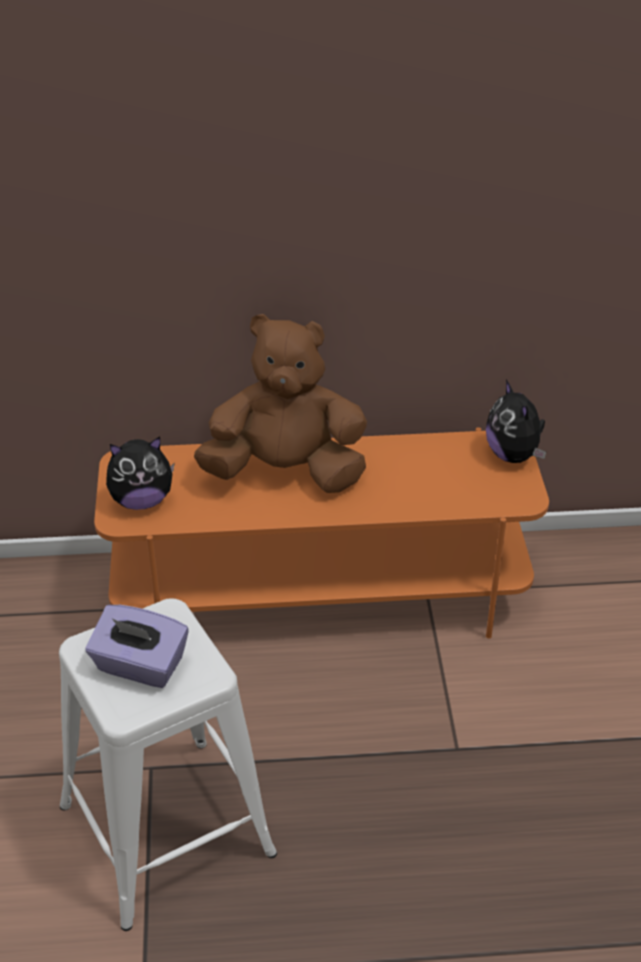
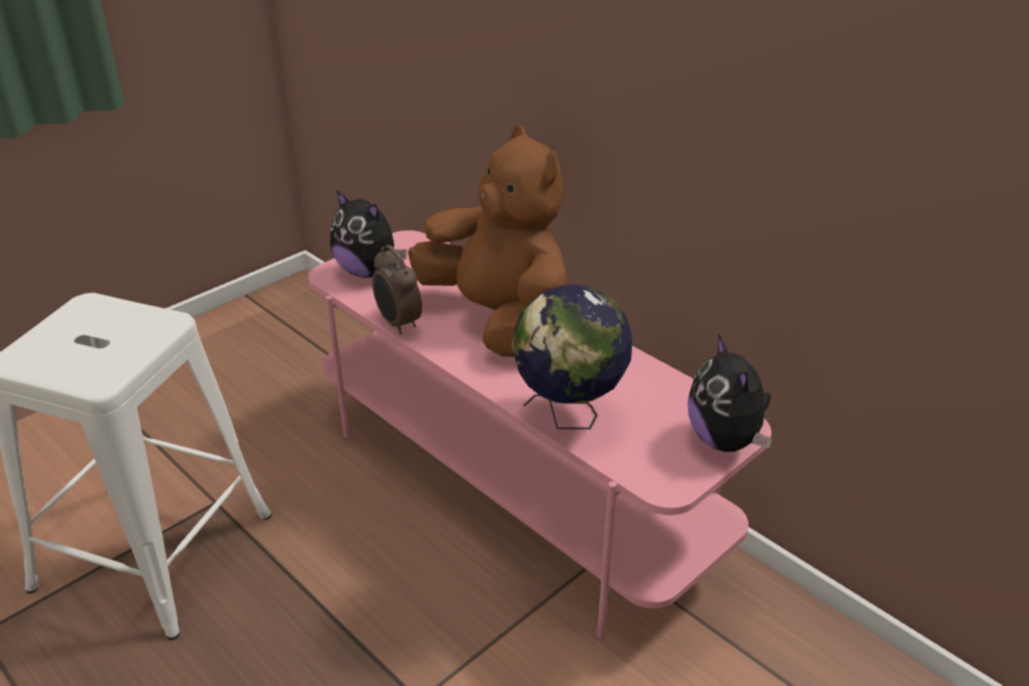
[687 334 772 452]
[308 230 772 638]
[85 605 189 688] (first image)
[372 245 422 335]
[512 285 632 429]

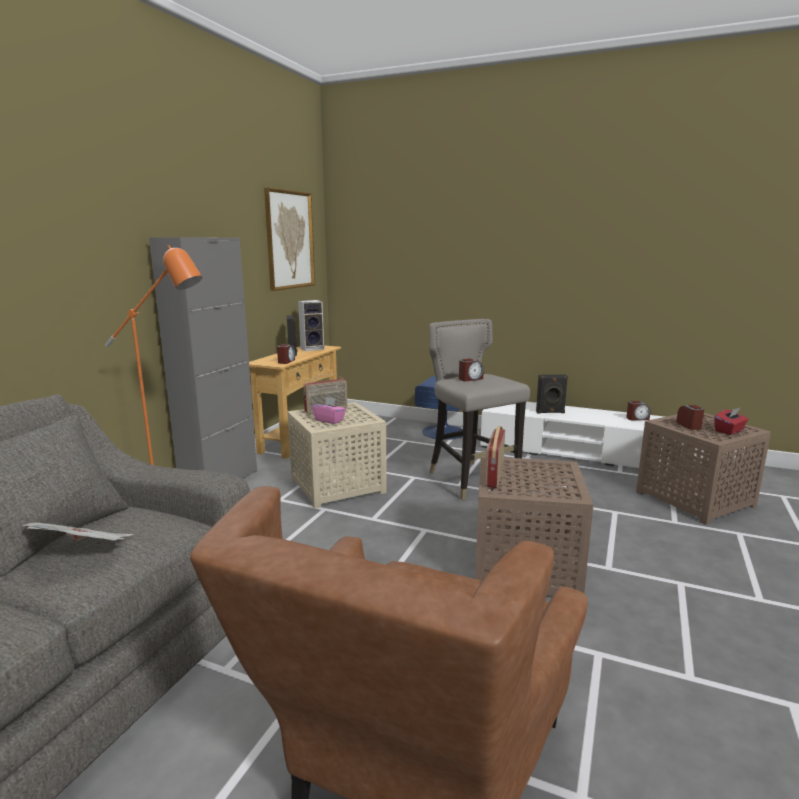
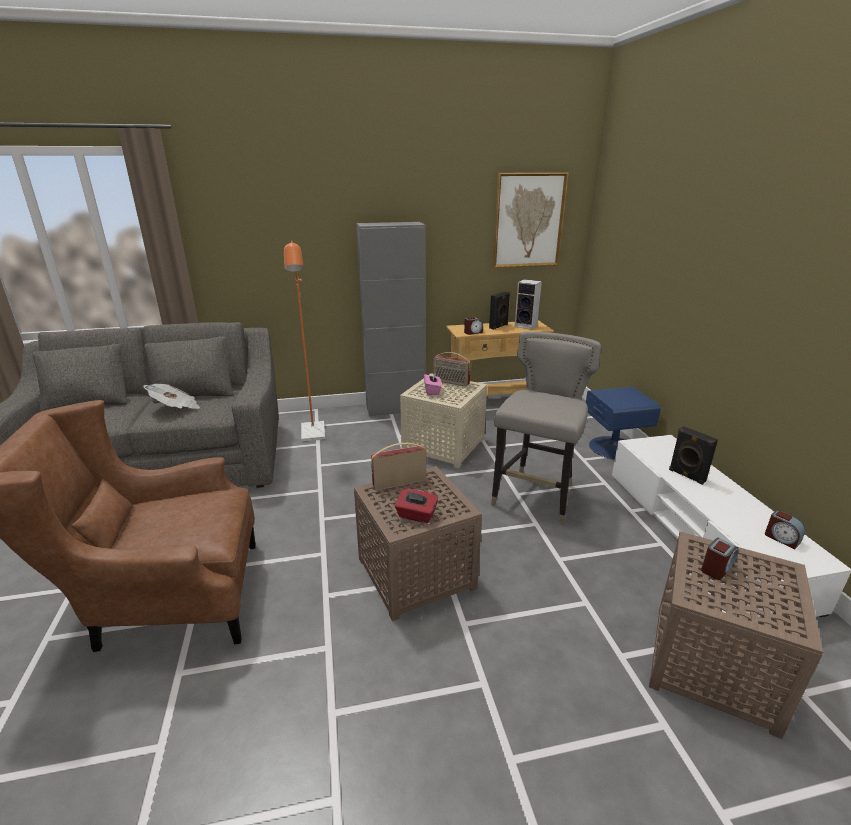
[459 358 484 381] (first image)
[395 489 438 523]

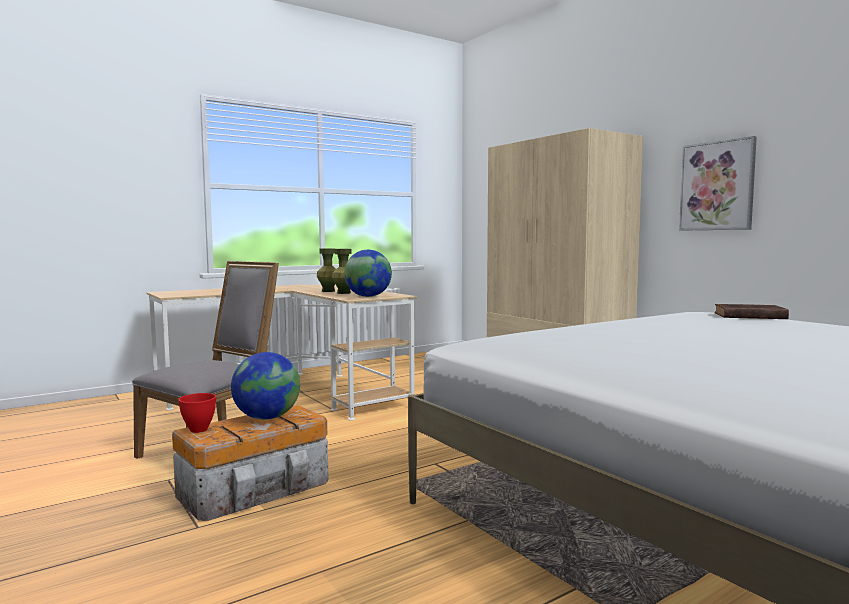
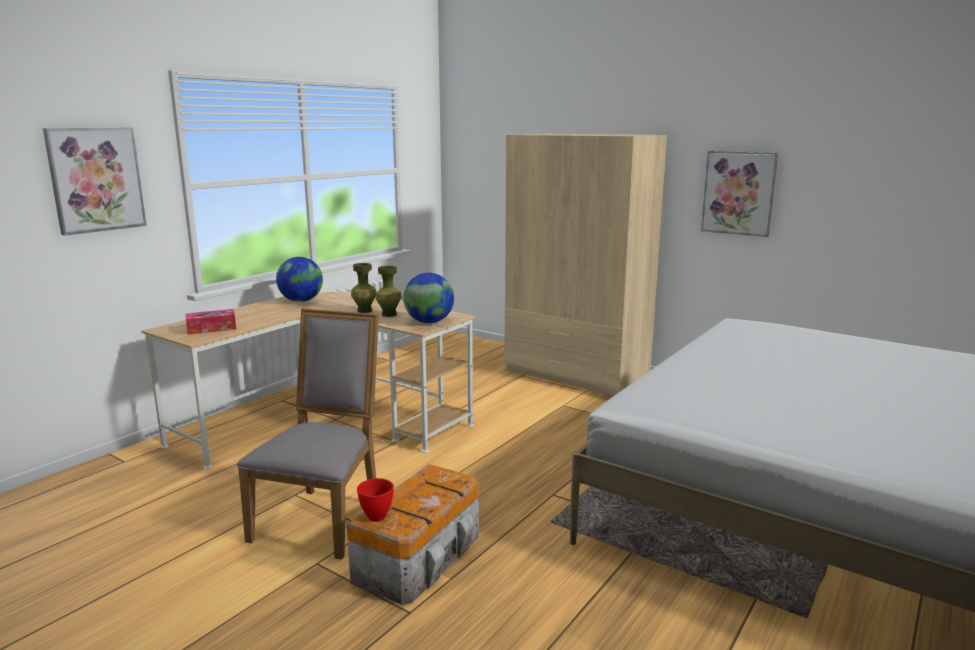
[715 304 789 319] (first image)
[276 257 323 302]
[43 128 147 236]
[186 309 236 335]

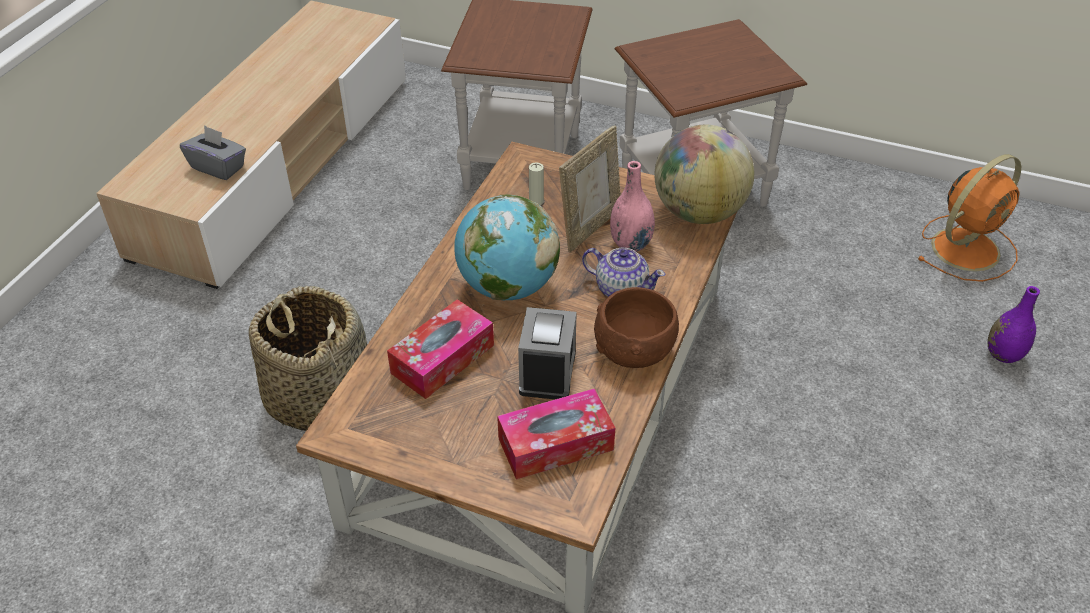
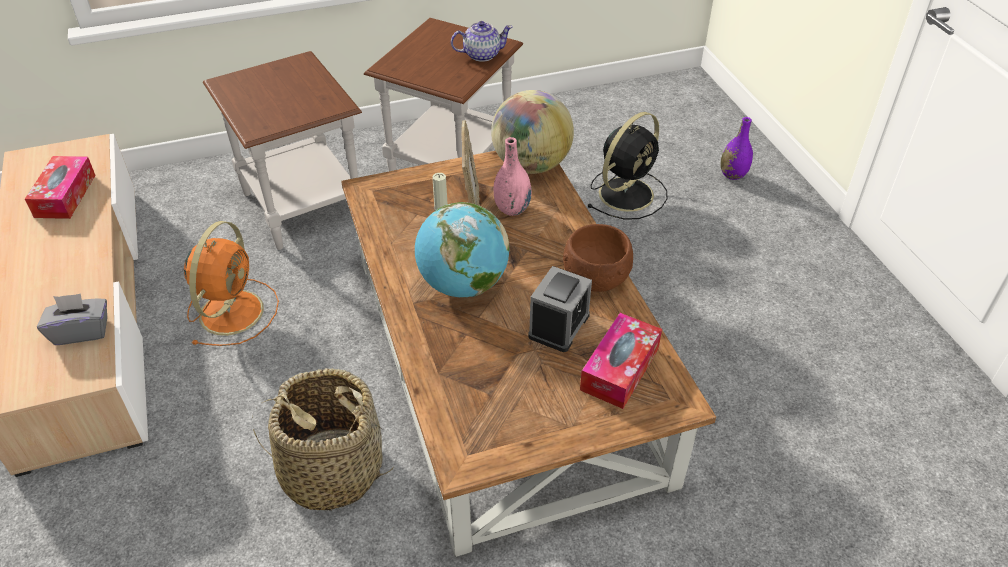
[184 221 279 346]
[451 21 513 62]
[25 156 95 219]
[528 266 592 352]
[587 112 668 220]

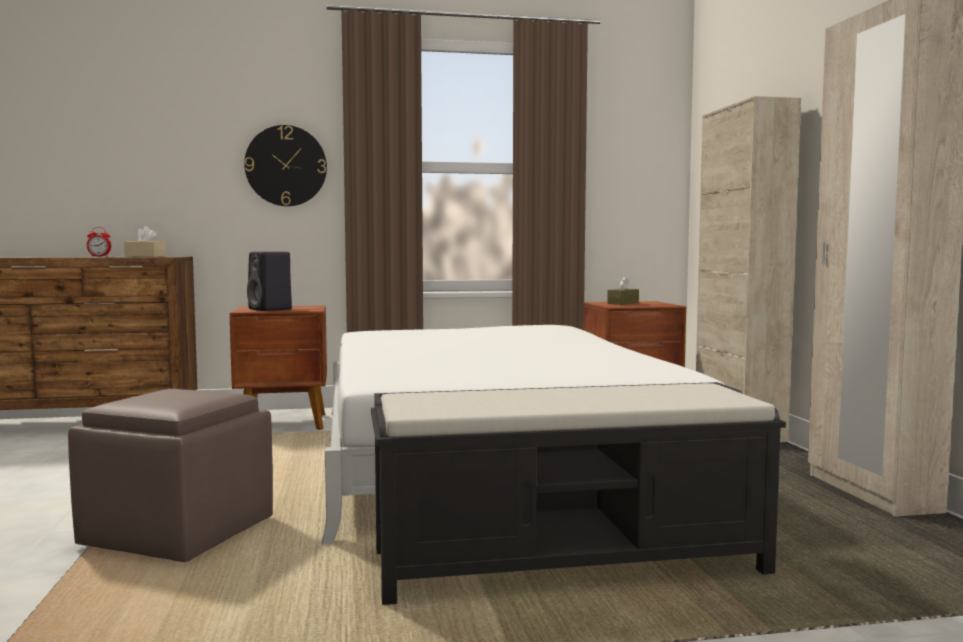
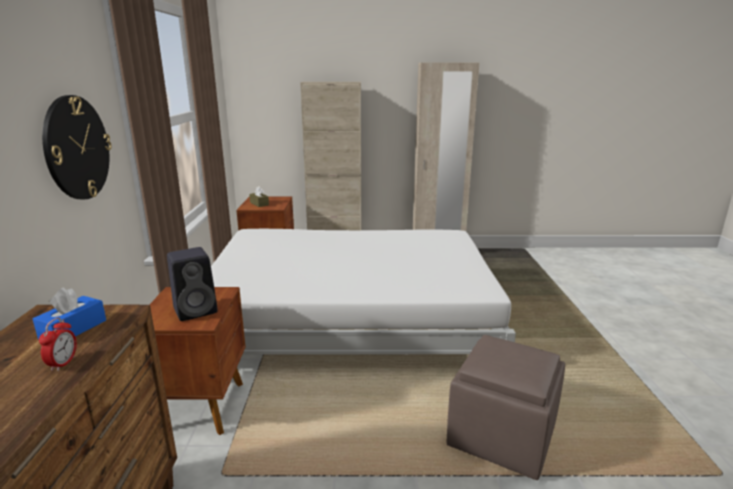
[33 287 106 339]
[371 382 786 605] (first image)

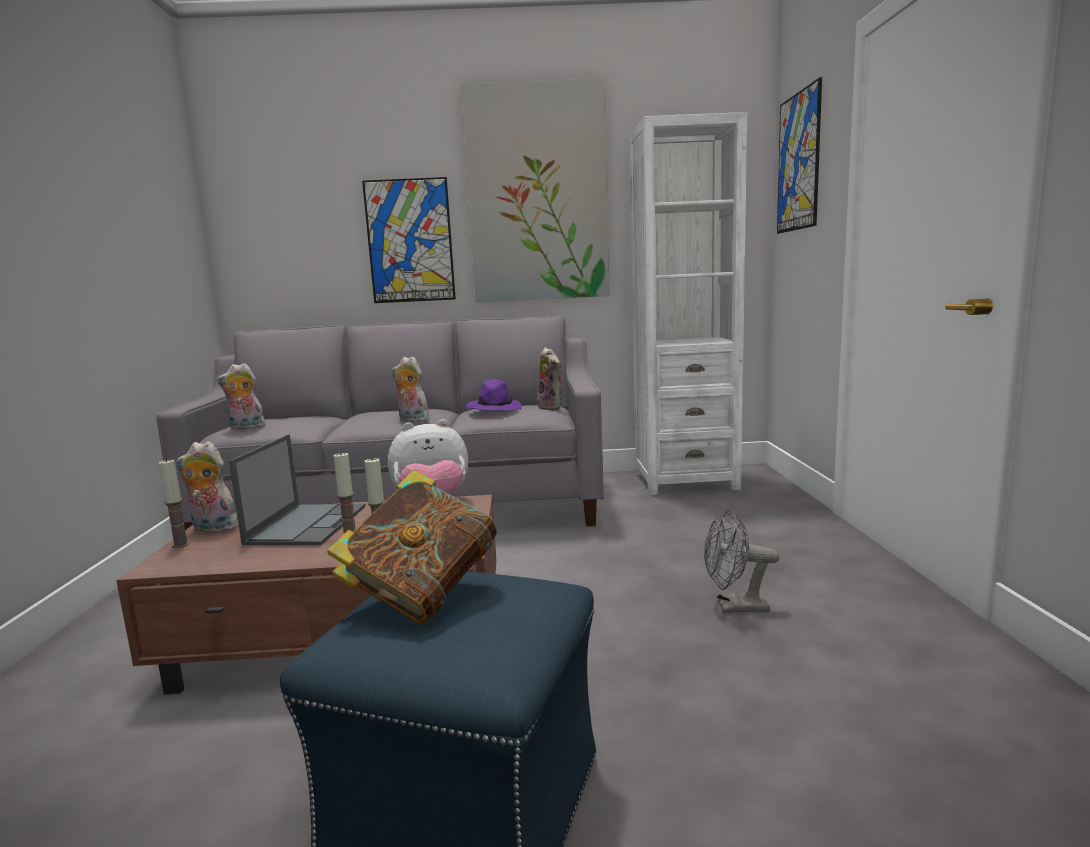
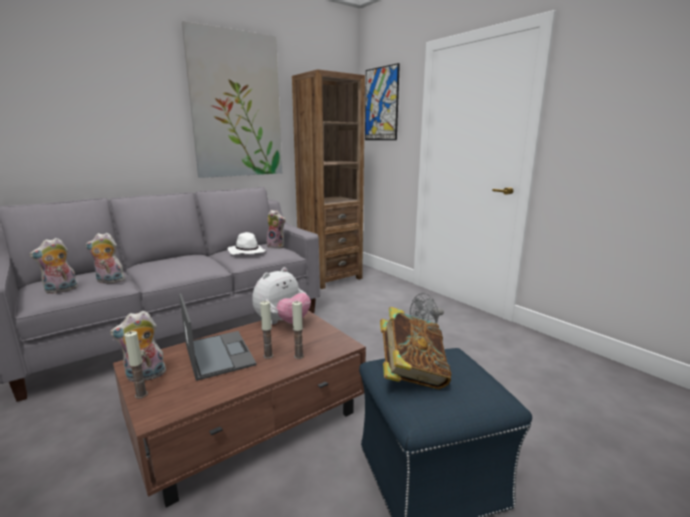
[292 69 365 289]
[362 177 456 303] (first image)
[85 233 126 284]
[228 232 266 255]

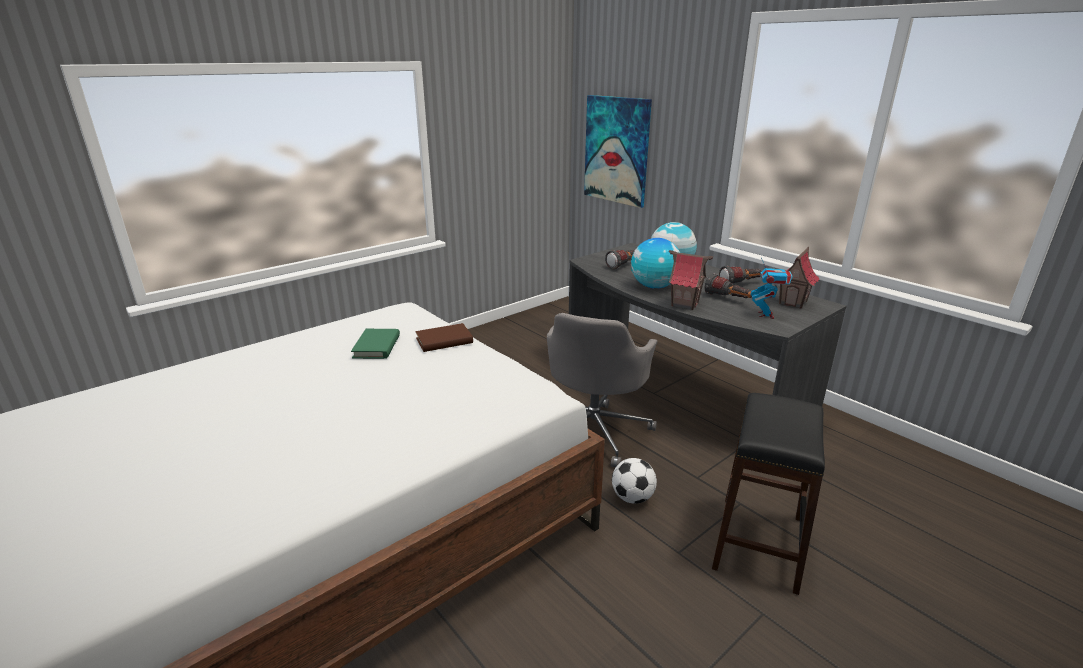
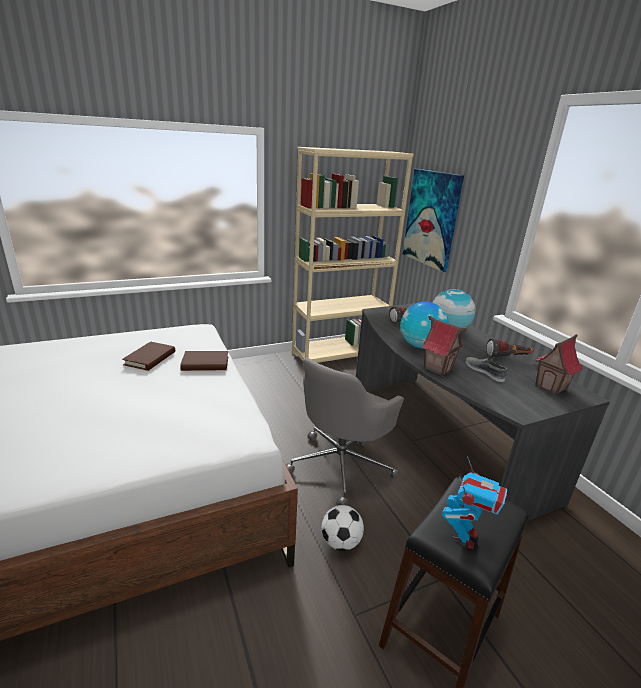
[442 456 508 550]
[466 357 507 382]
[122 342 175 371]
[292 147 414 363]

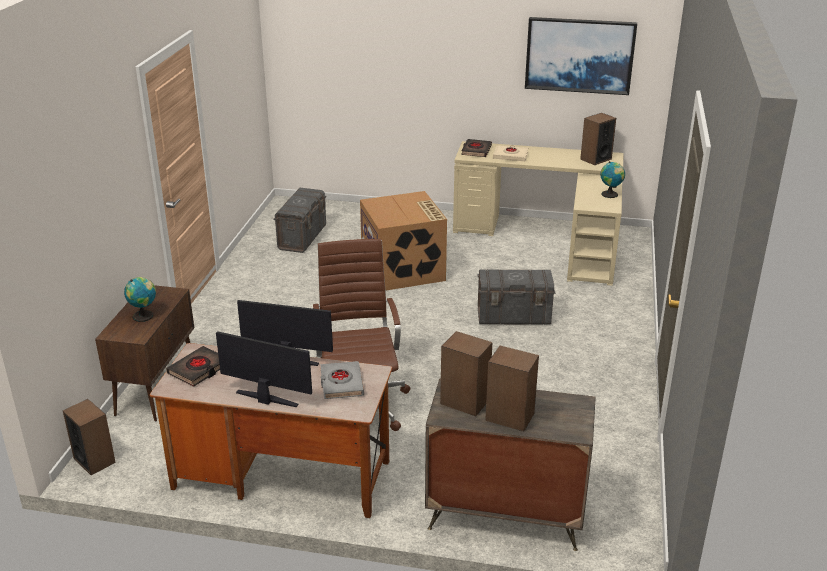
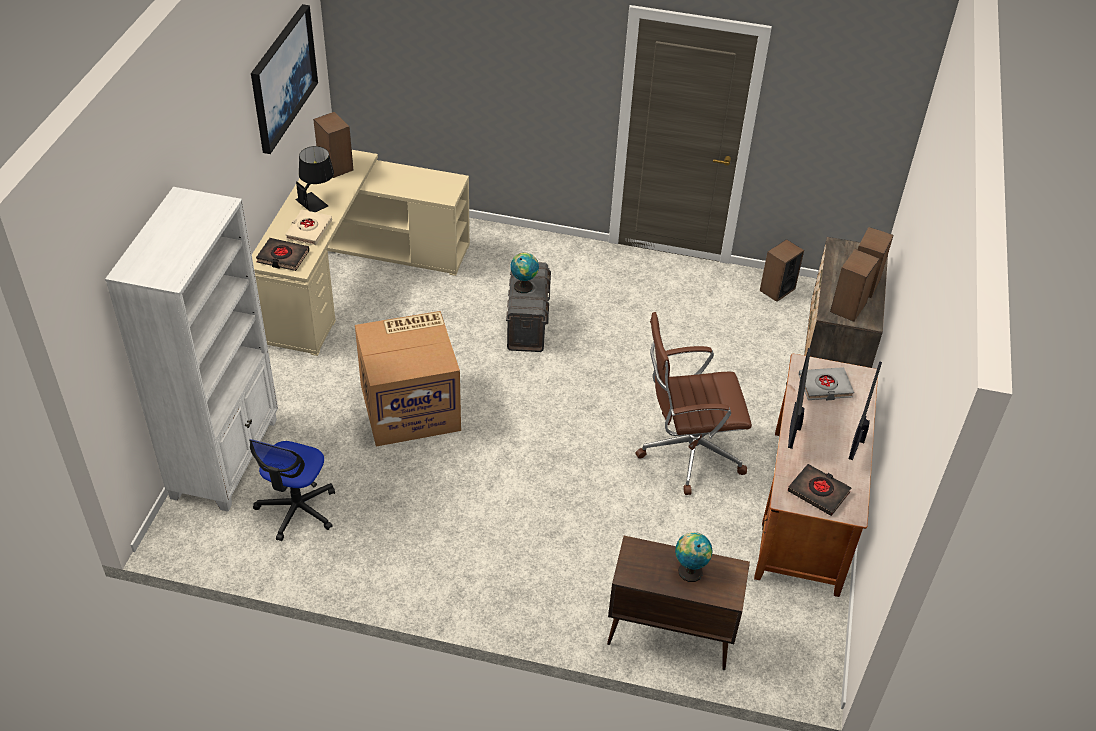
[510 252 539 293]
[249 439 335 541]
[760 239 804 302]
[295 146 334 212]
[105 187 278 511]

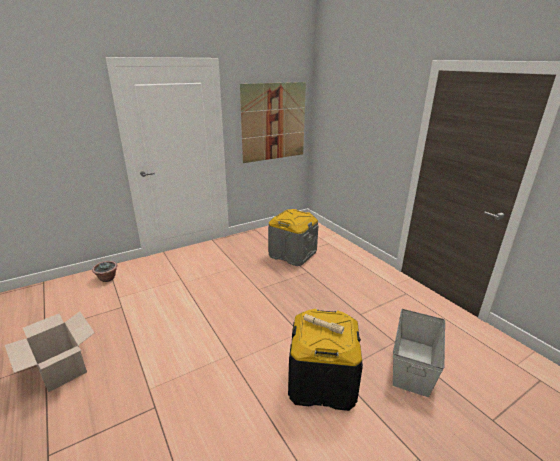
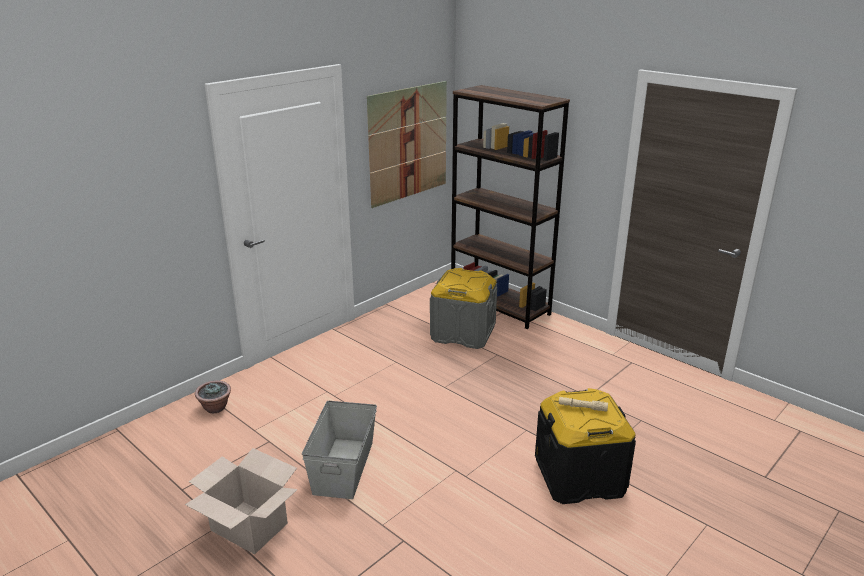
[302 401 377 499]
[451 85 570 329]

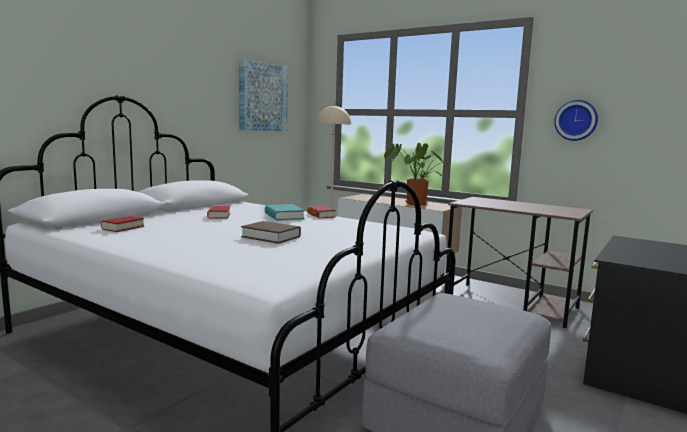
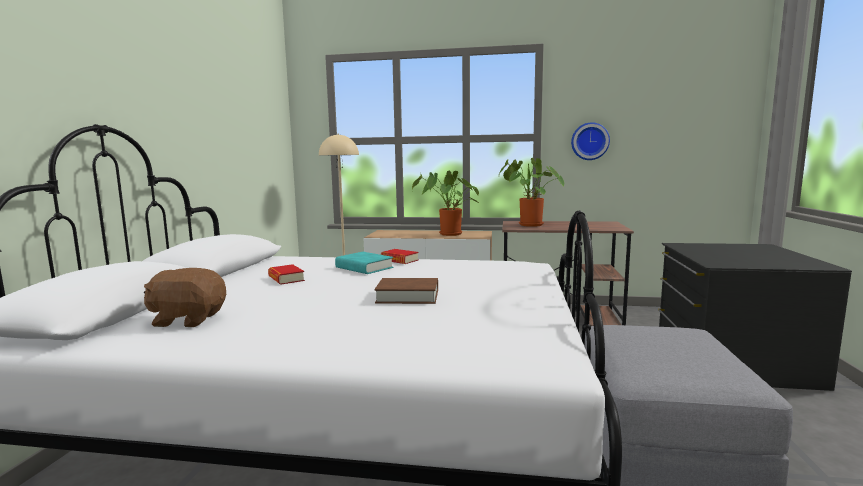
[239 59 288 131] (first image)
[144 268 226 327]
[499 158 564 227]

